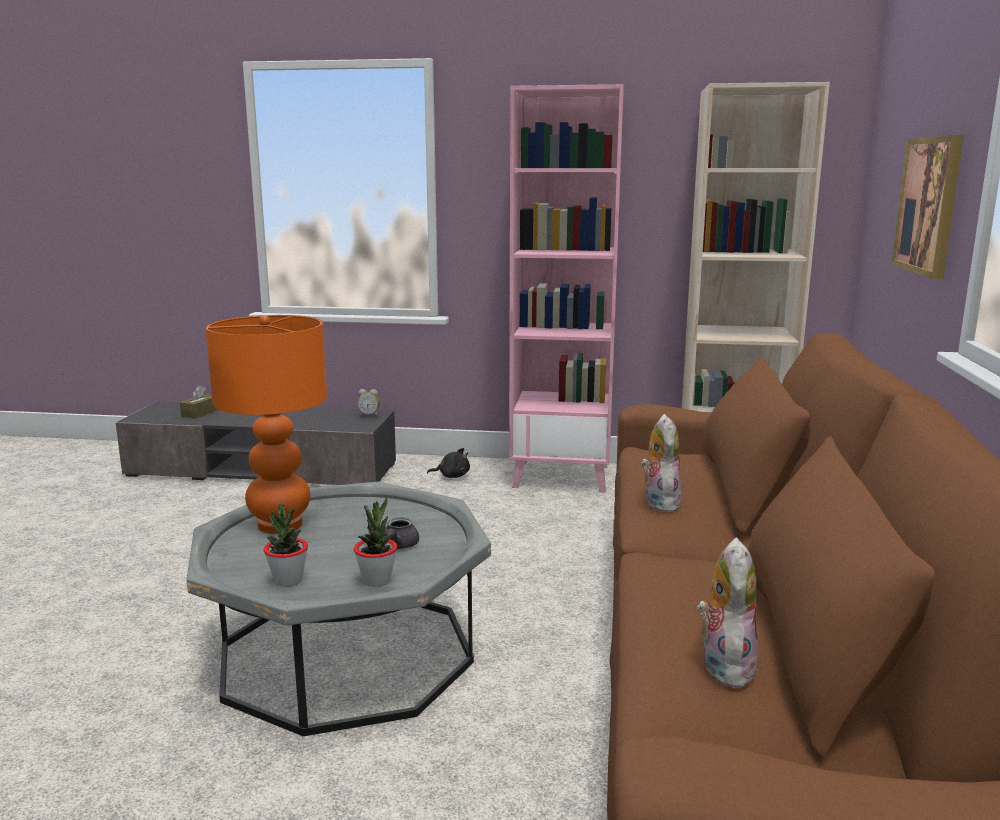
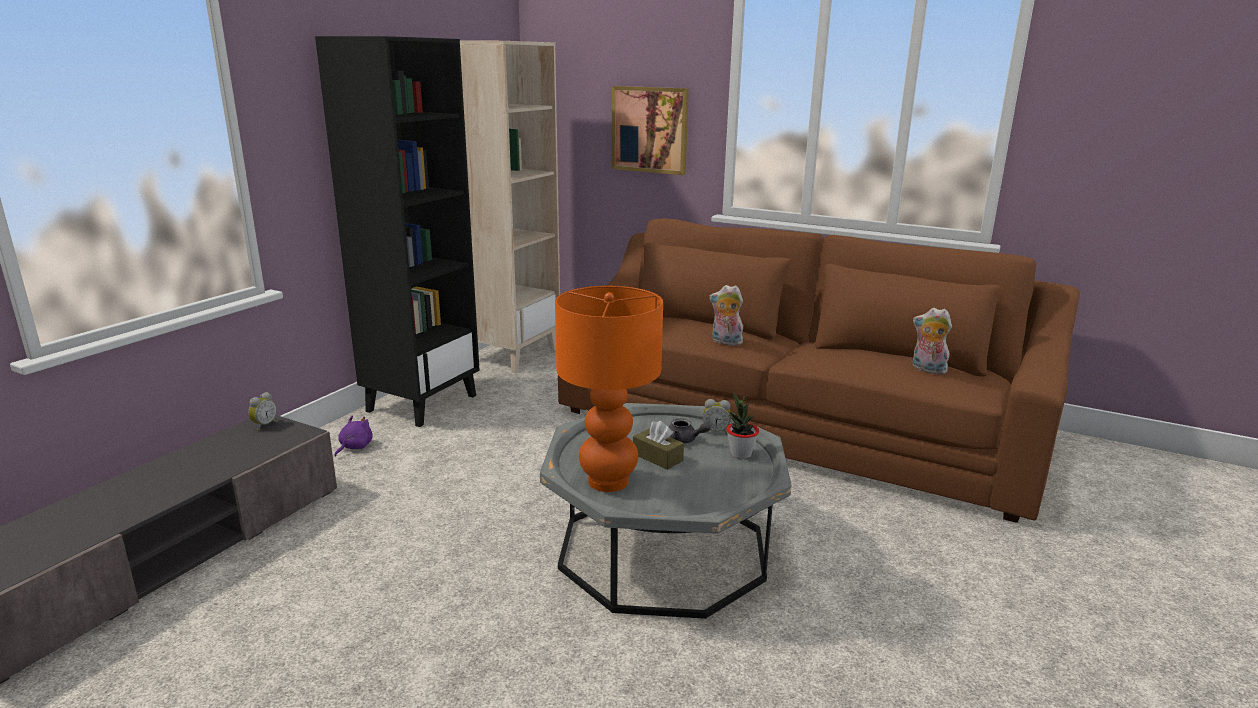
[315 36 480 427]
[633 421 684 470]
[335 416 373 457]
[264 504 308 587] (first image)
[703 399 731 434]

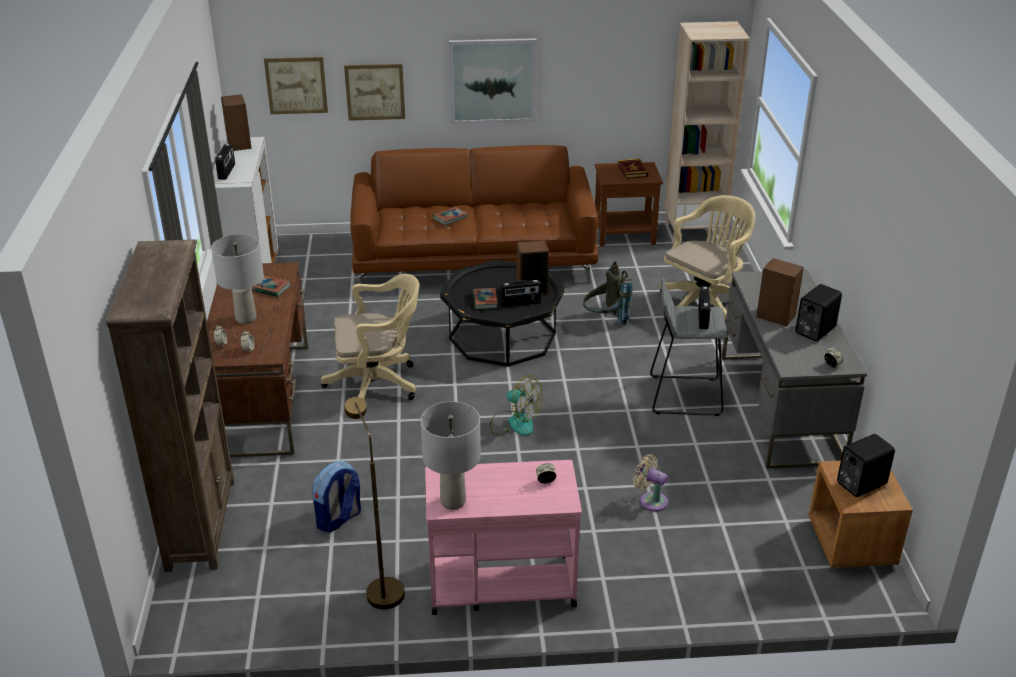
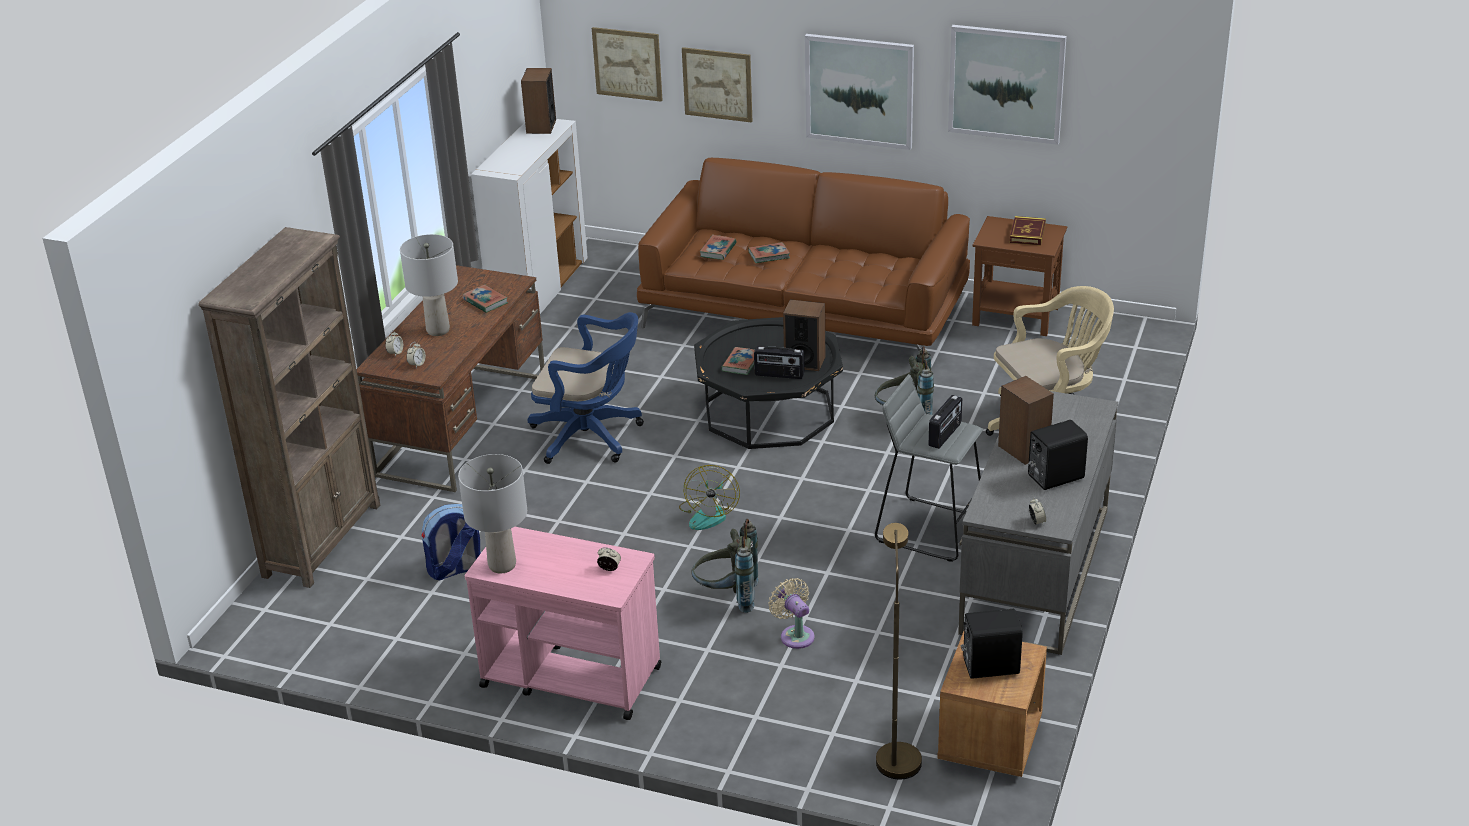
[664 21 750 244] (first image)
[215 144 235 180] (first image)
[528 312 644 464]
[679 465 740 530]
[876 523 922 779]
[948 25 1066 145]
[699 235 737 260]
[692 519 759 613]

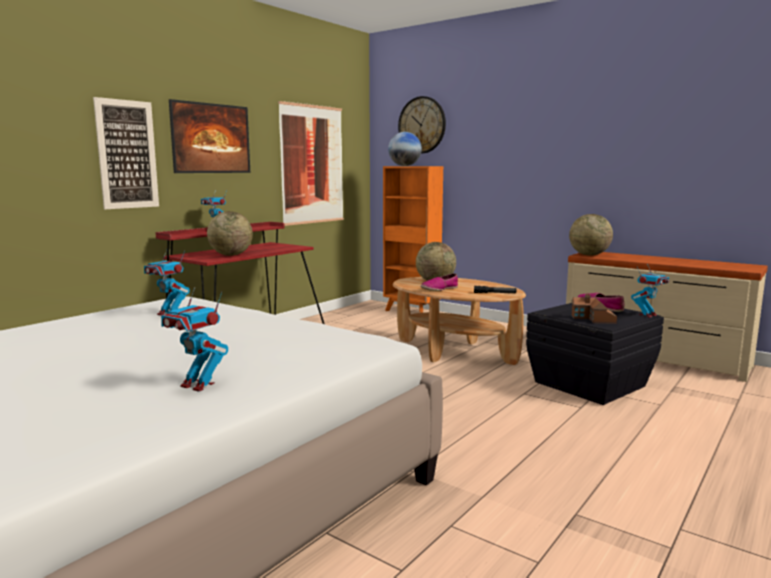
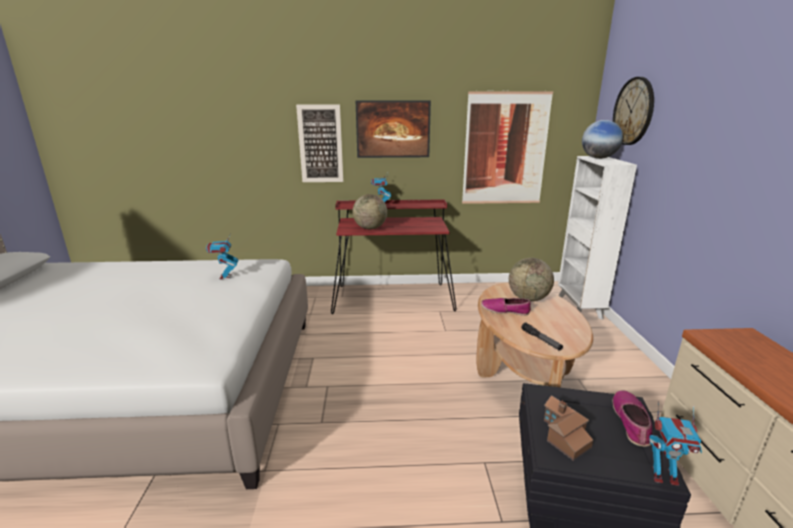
[558 156 637 320]
[569 214 613 256] (first image)
[161 287 228 392] (first image)

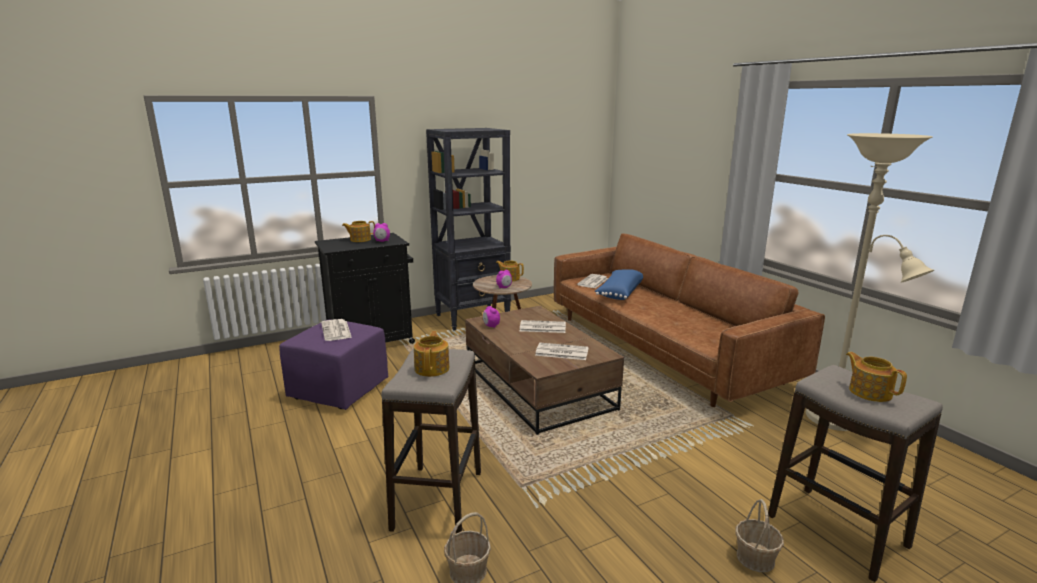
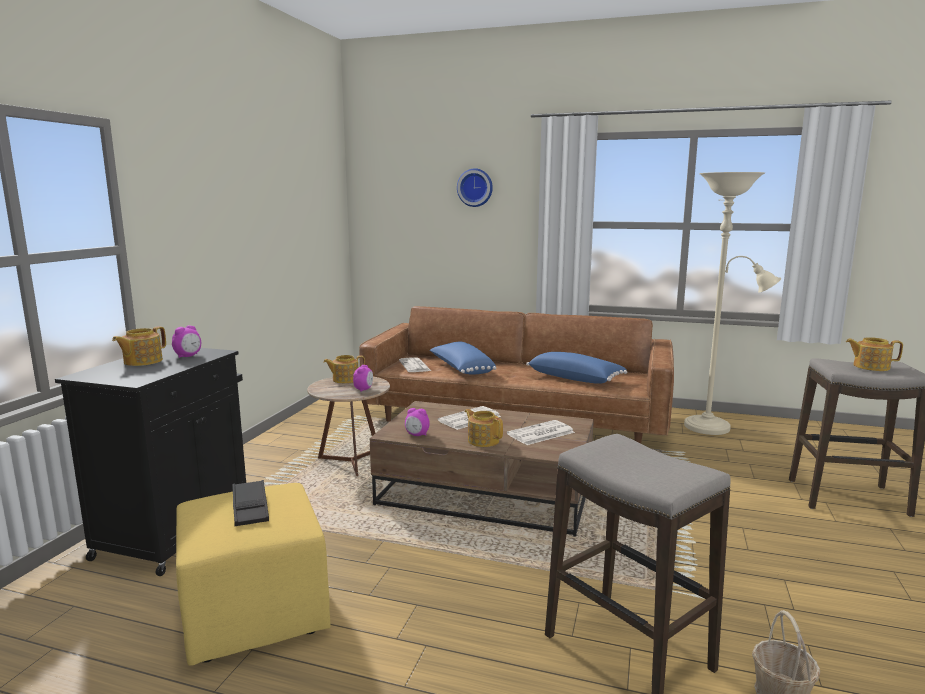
[426 128 511 330] (first image)
[232 480 269 526]
[176 483 331 666]
[464 409 503 447]
[736 499 784 572] (first image)
[457 168 493 207]
[526 352 627 384]

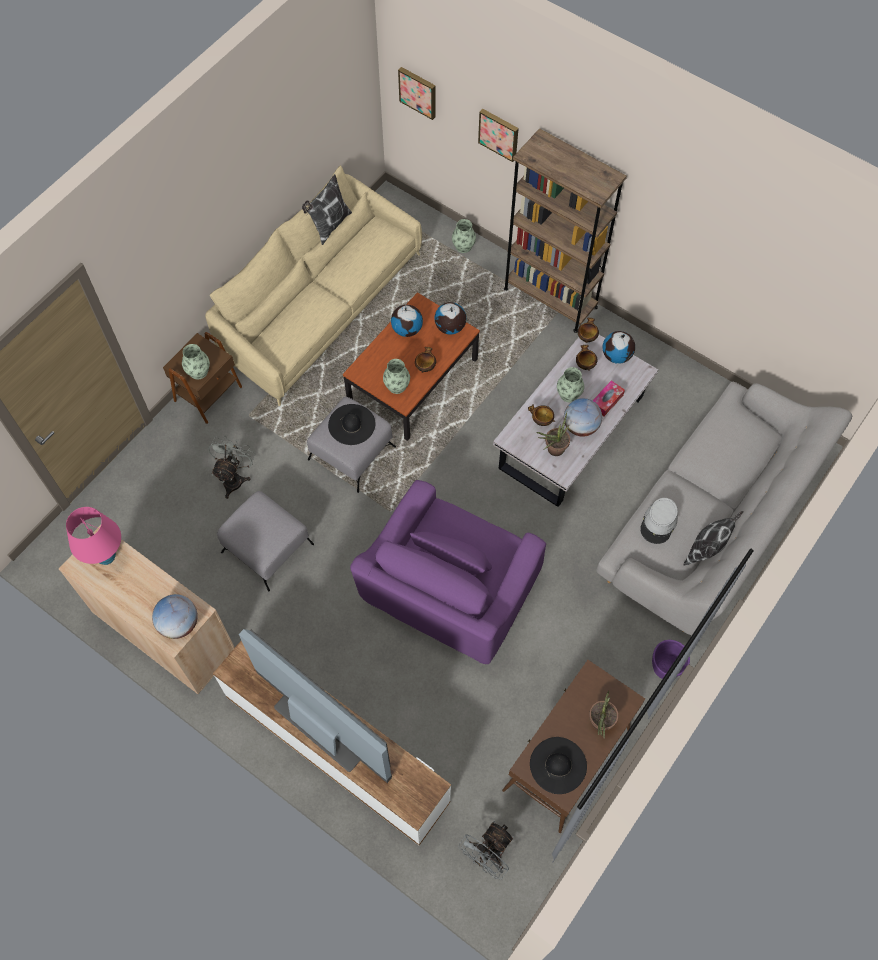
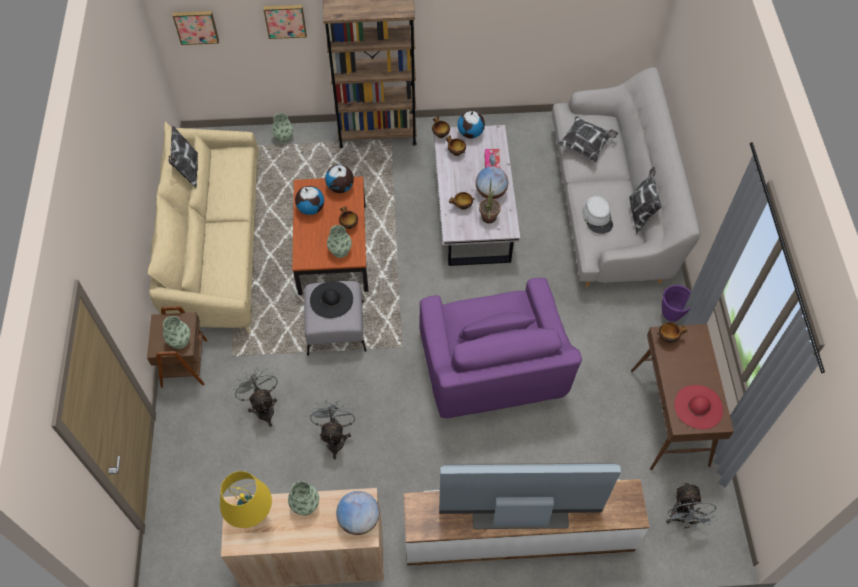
[288 481 319 515]
[310 400 355 460]
[220 471 272 528]
[589 690 618 738] (first image)
[674 385 723 429]
[556 116 618 163]
[657 323 687 342]

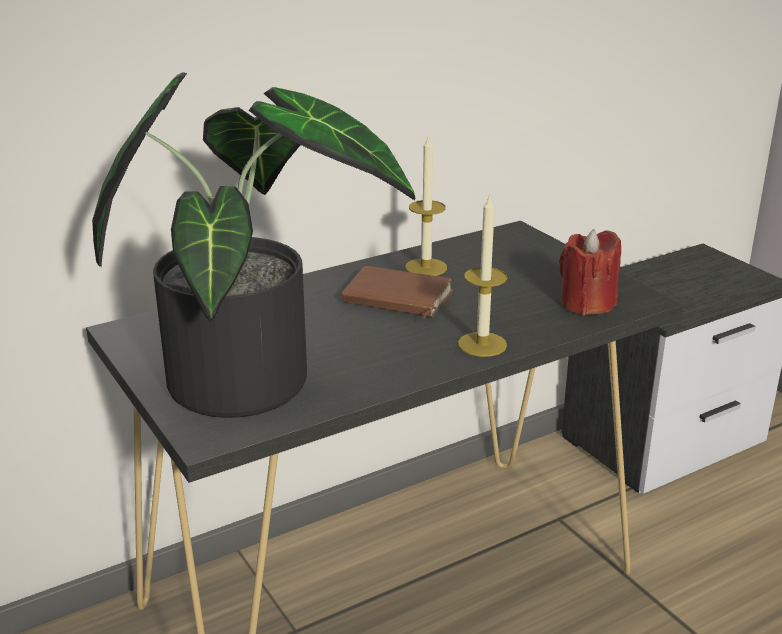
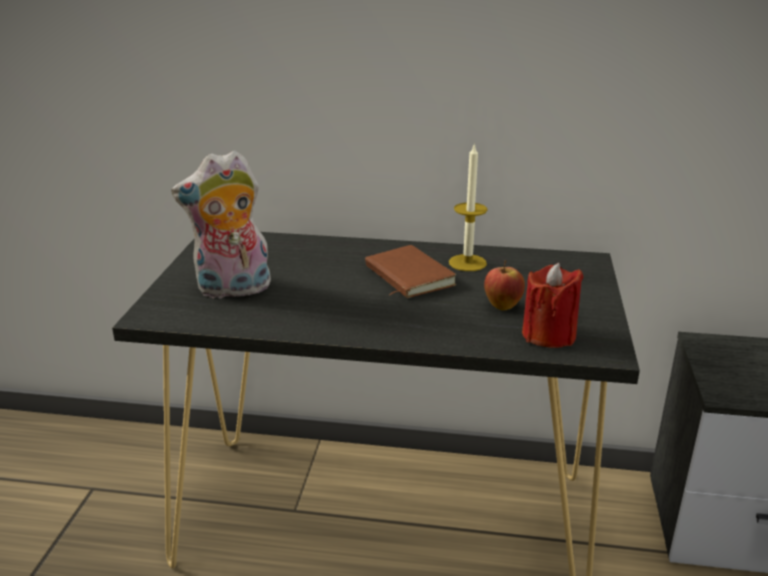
[171 150 271 299]
[458 194 507 357] (first image)
[484 260 525 311]

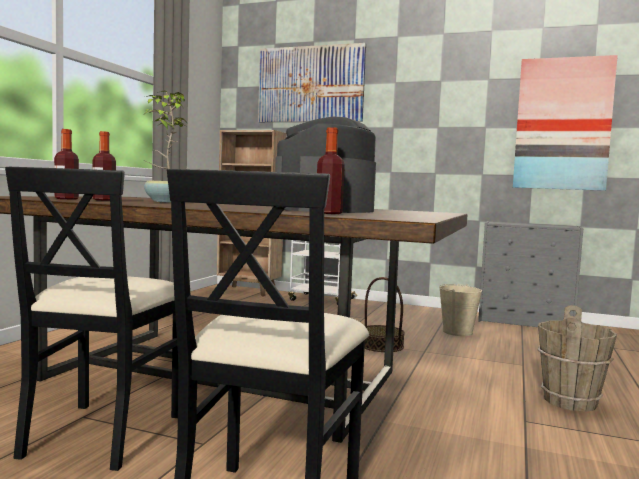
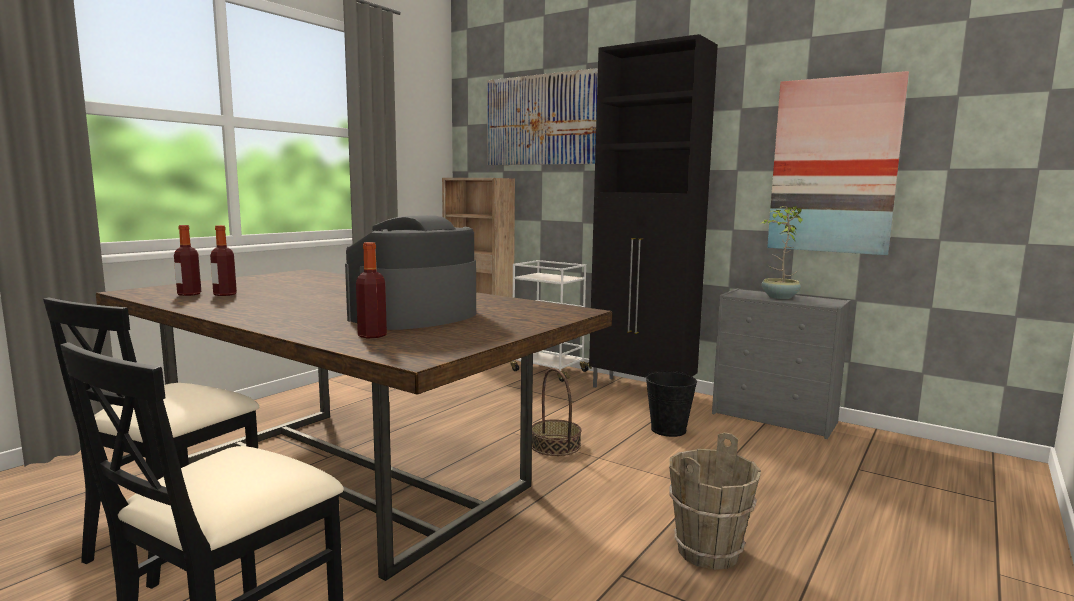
[761 206 802 299]
[645 371 697 437]
[589 34 718 388]

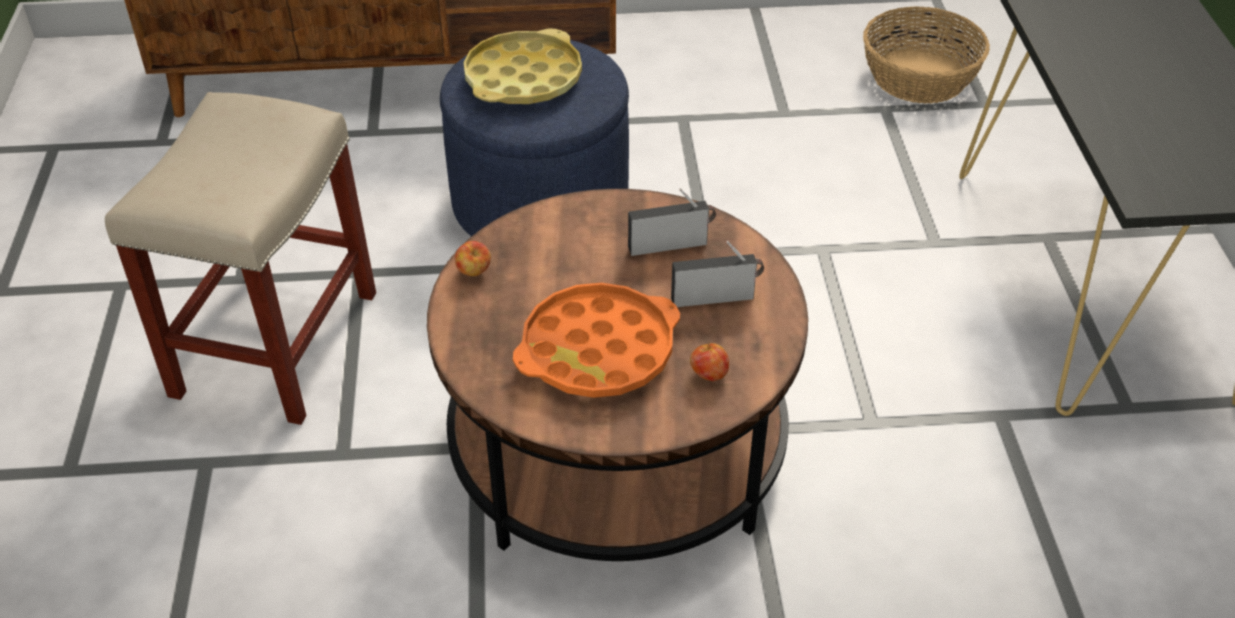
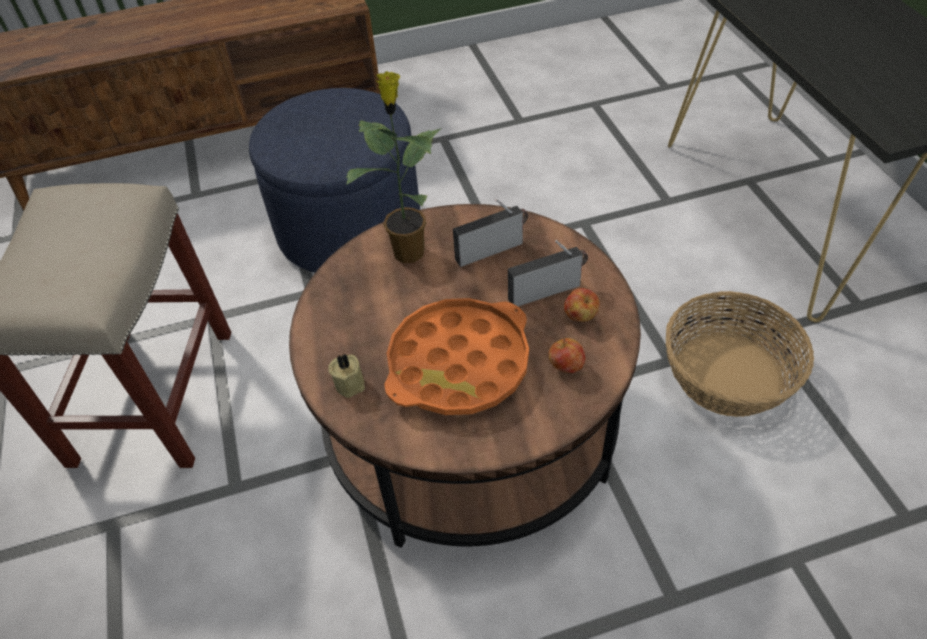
[666 291 814 417]
[464 29 582 104] (first image)
[564 288 600 322]
[346 71 441 263]
[329 354 365 398]

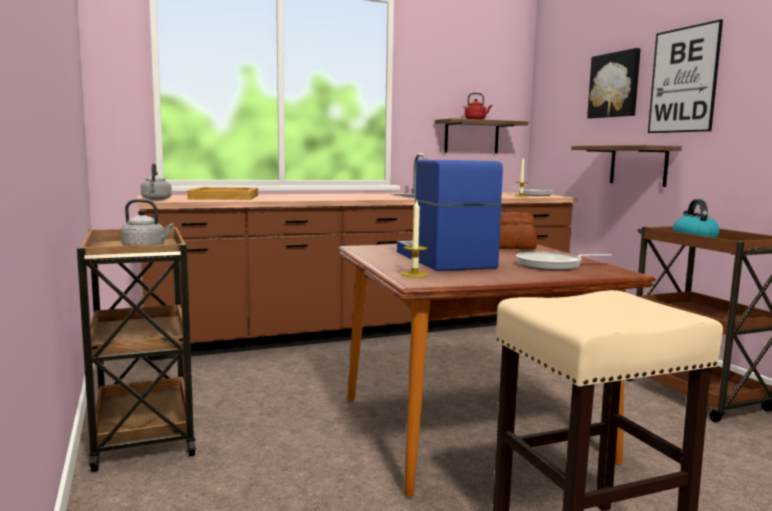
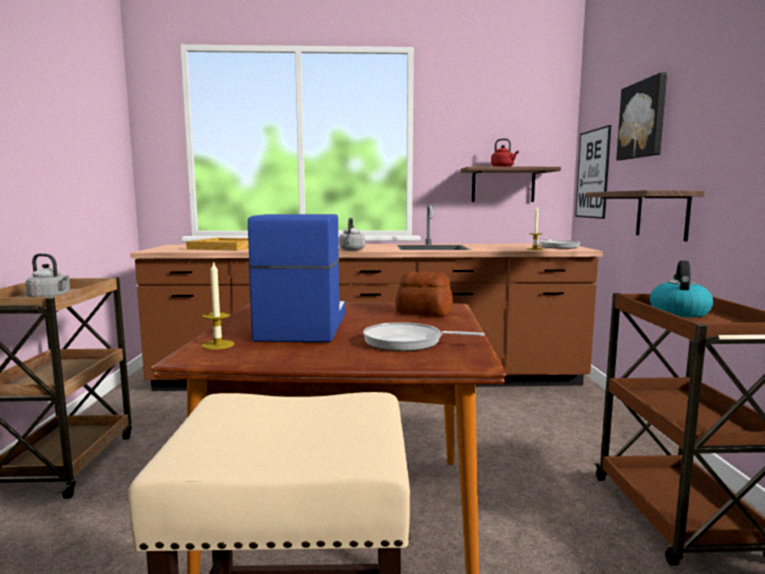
[575 125 611 219]
[339 218 365 251]

